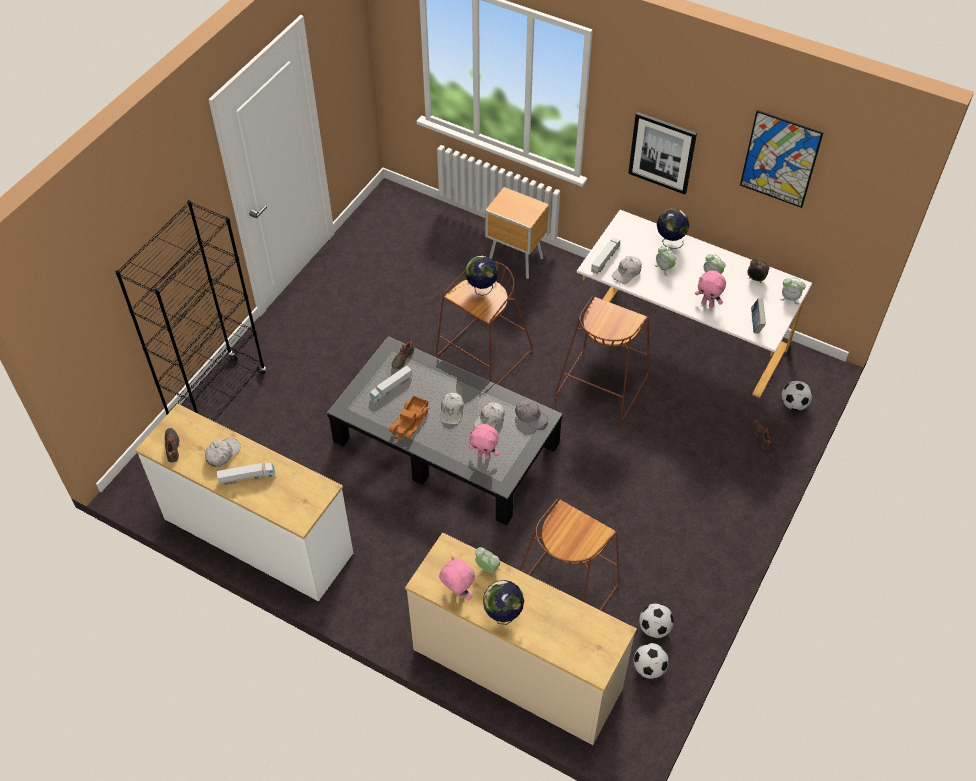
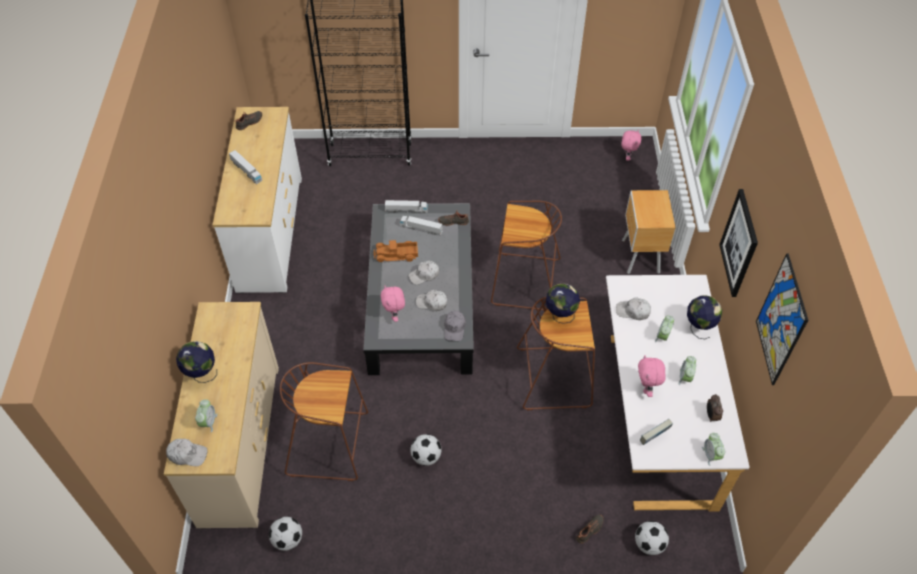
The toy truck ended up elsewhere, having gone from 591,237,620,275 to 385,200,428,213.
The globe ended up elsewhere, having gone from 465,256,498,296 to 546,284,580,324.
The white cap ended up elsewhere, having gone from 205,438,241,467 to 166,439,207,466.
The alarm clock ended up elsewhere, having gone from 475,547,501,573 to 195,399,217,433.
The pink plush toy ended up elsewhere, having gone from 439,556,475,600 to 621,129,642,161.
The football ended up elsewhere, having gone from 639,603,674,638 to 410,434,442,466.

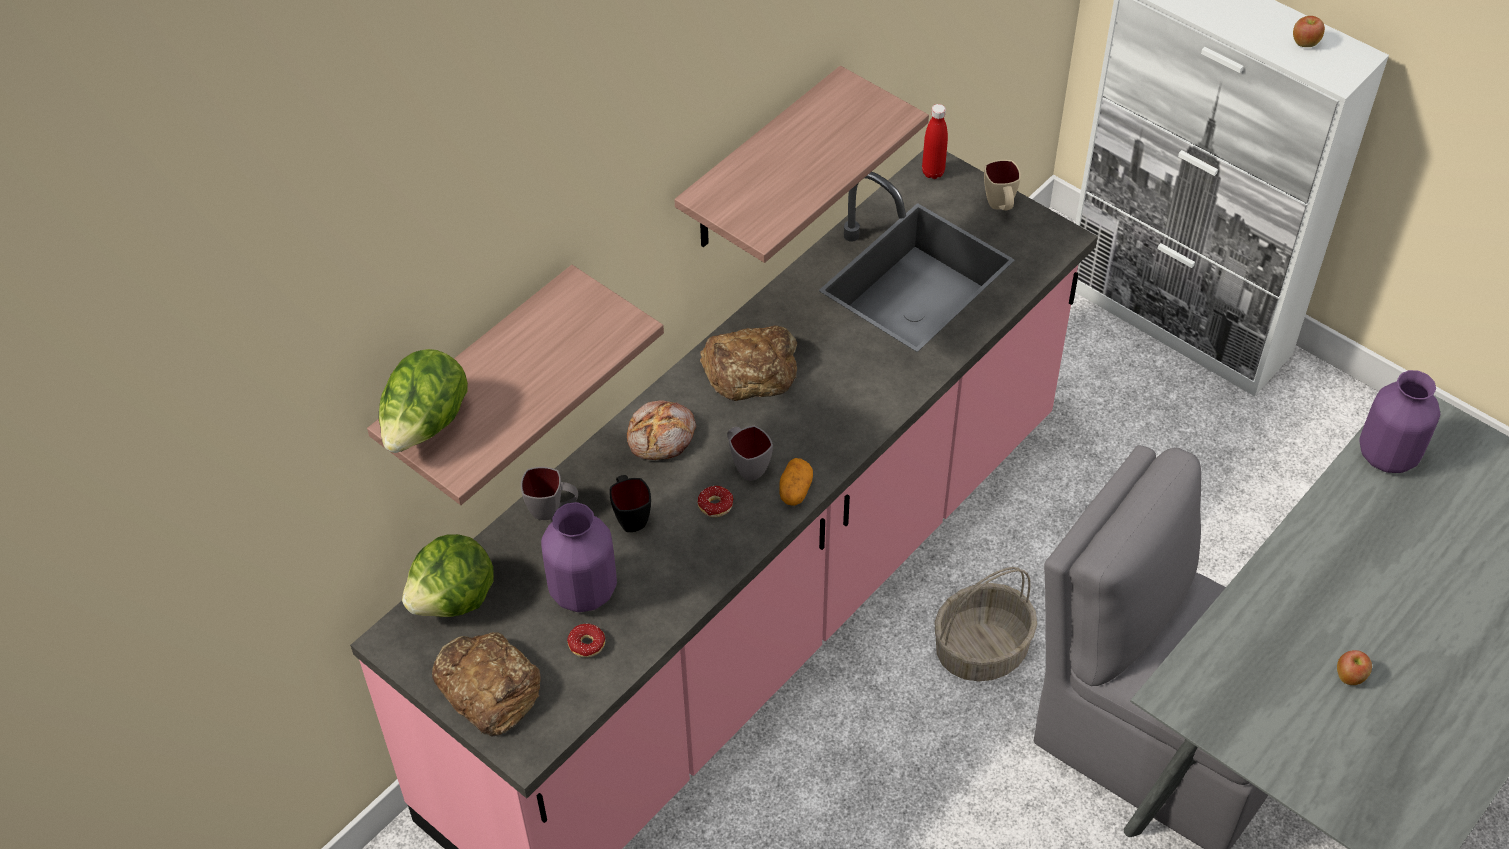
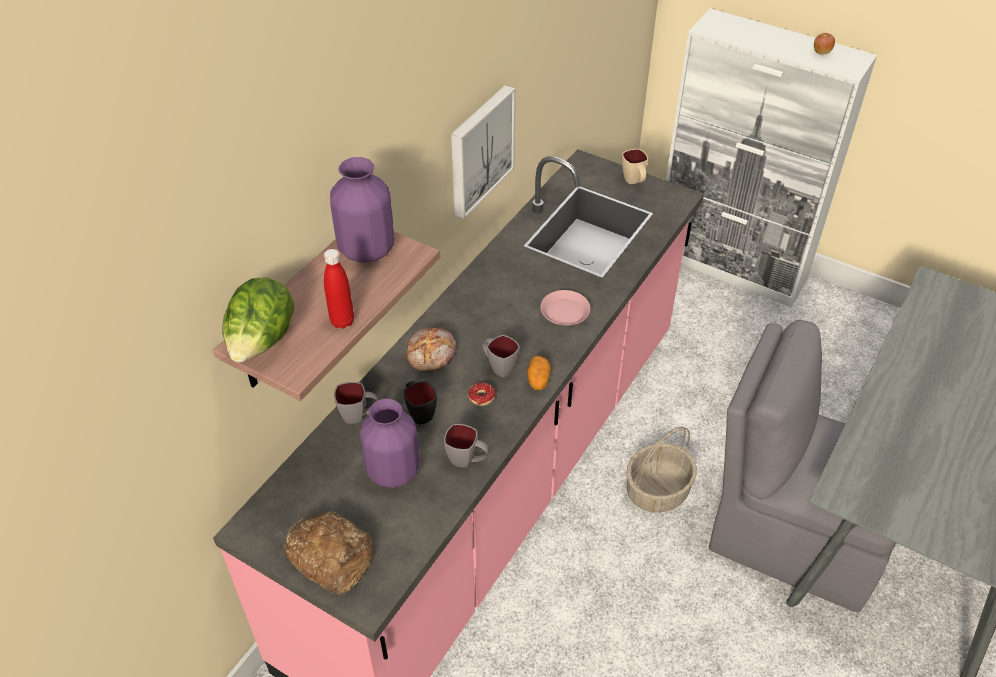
Where the shelf hung at 674,66,929,263, the picture came to hang at 451,85,515,219.
The red bottle ended up elsewhere, having gone from 922,104,948,179 to 324,249,354,329.
The second view lost the bread at 700,325,797,401.
The purple vase ended up elsewhere, having gone from 1359,370,1440,473 to 330,157,394,263.
The second view lost the lettuce at 402,534,494,617.
The second view lost the donut at 567,623,605,657.
The second view lost the apple at 1337,650,1372,685.
The second view gained the pink plate at 540,290,590,325.
The second view gained the grey mug at 444,424,489,468.

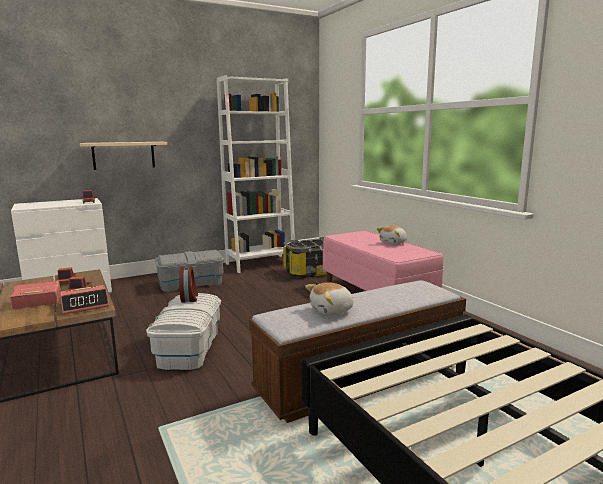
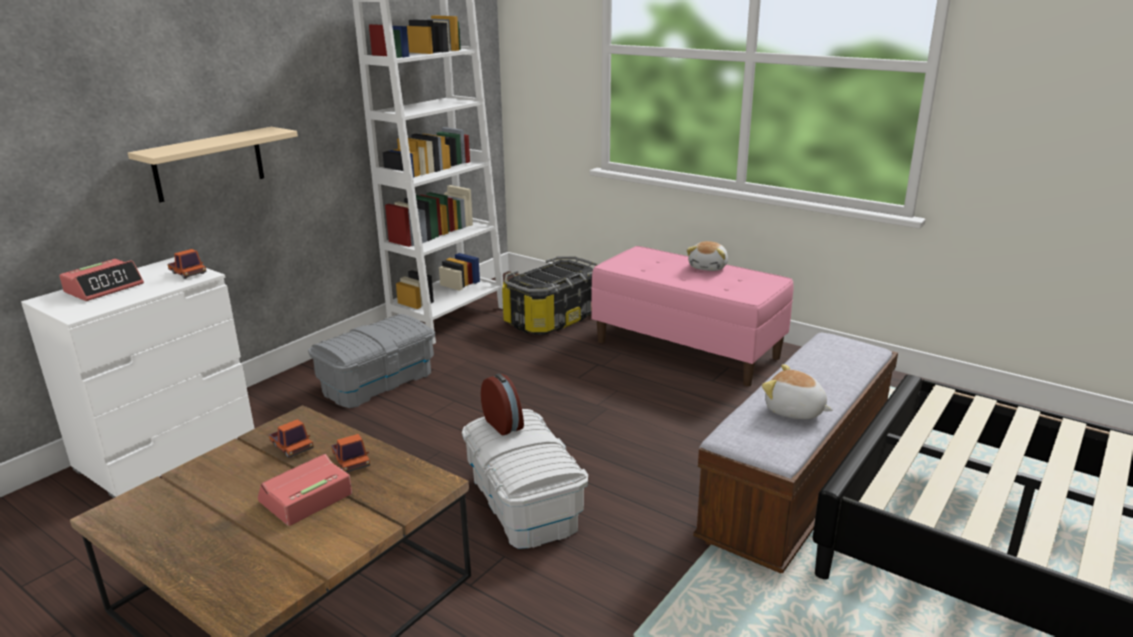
The plush toy at 305,282,354,315 ended up facing another way, 90 degrees clockwise from before.
The alarm clock ended up elsewhere, having gone from 60,285,109,314 to 59,259,144,301.

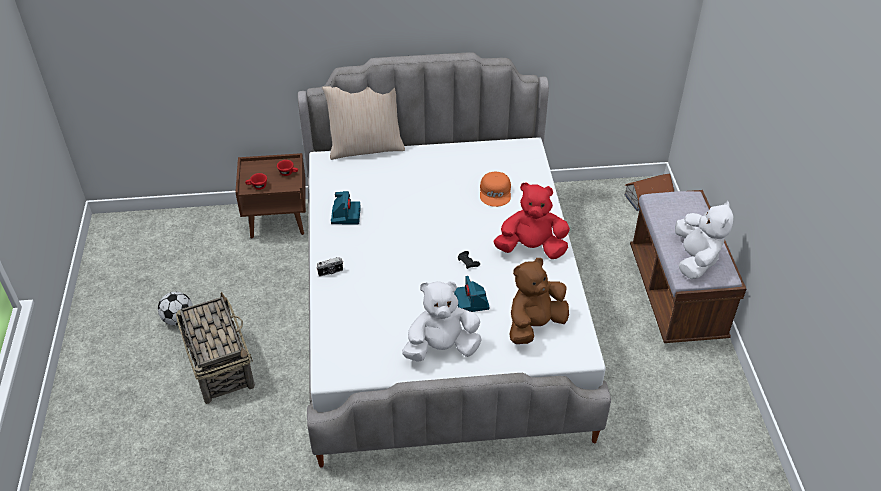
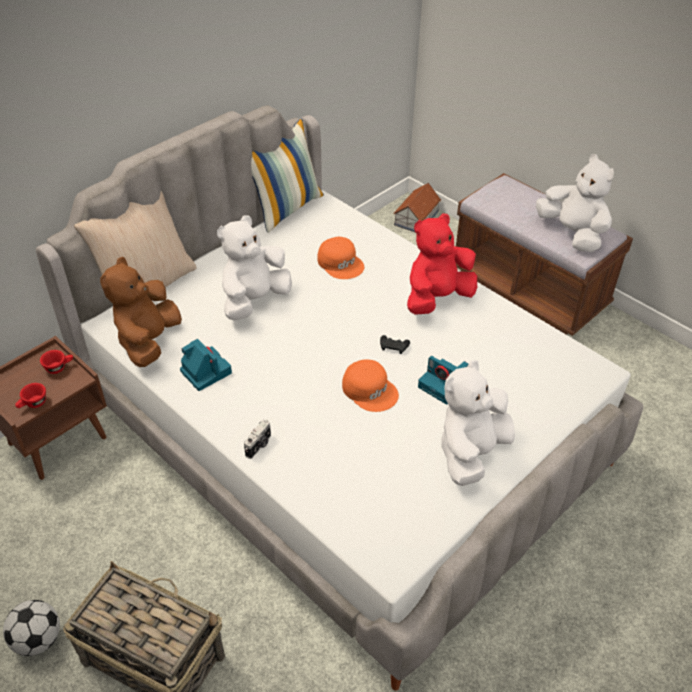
The brown plush toy ended up elsewhere, having gone from 509,258,569,344 to 100,257,182,367.
The second view gained the pillow at 251,118,324,233.
The second view gained the white plush toy at 217,215,292,320.
The second view gained the orange cap at 342,359,399,412.

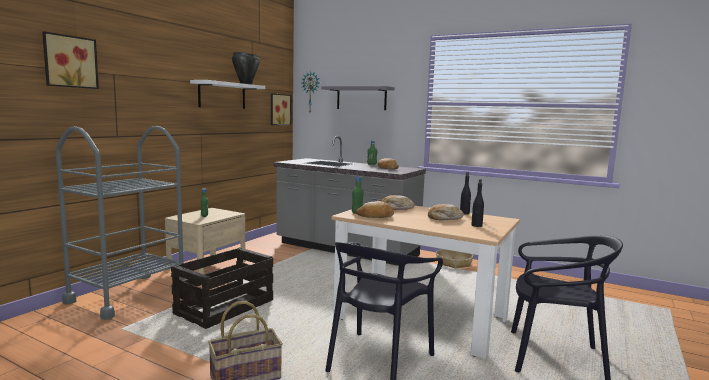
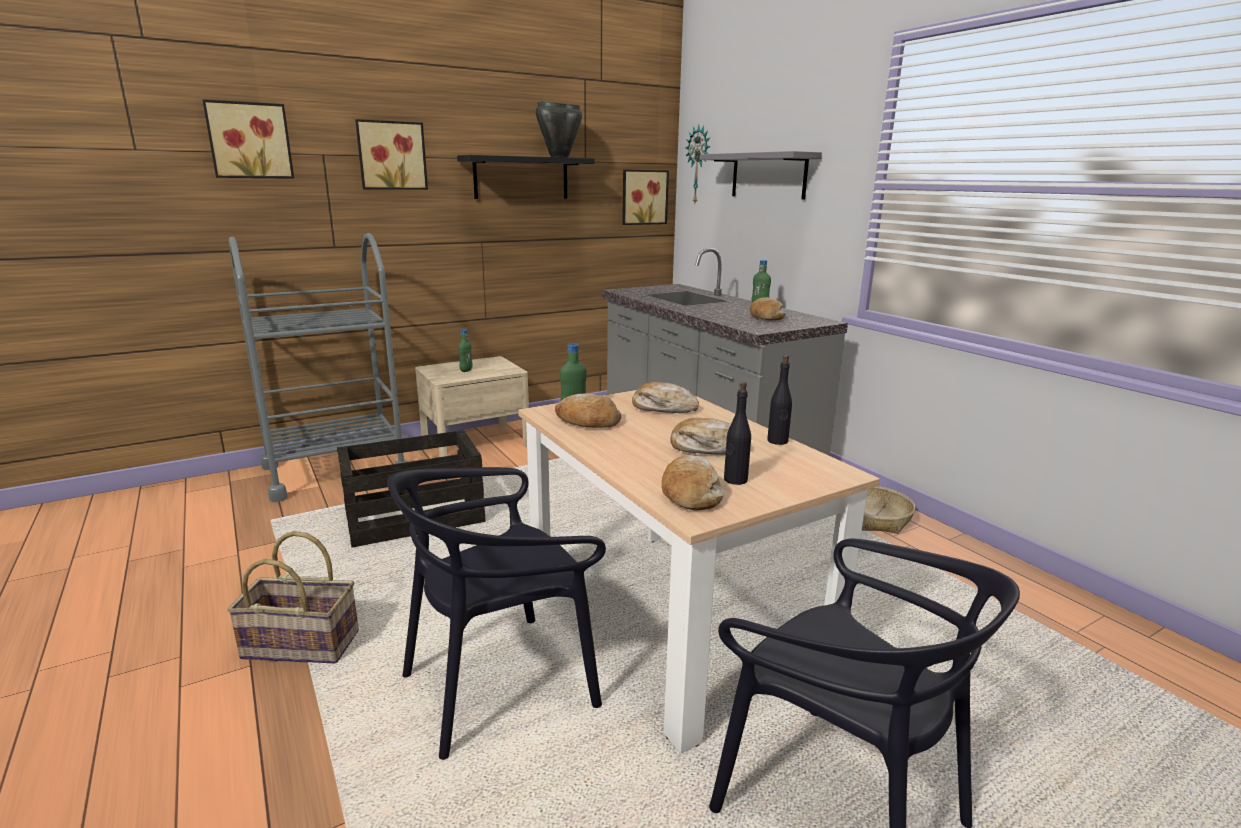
What was the white shelf at 190,80,265,109 turned into the black shelf at 457,155,595,199.
The second view gained the picture at 355,119,428,190.
The second view gained the bread at 662,455,724,511.

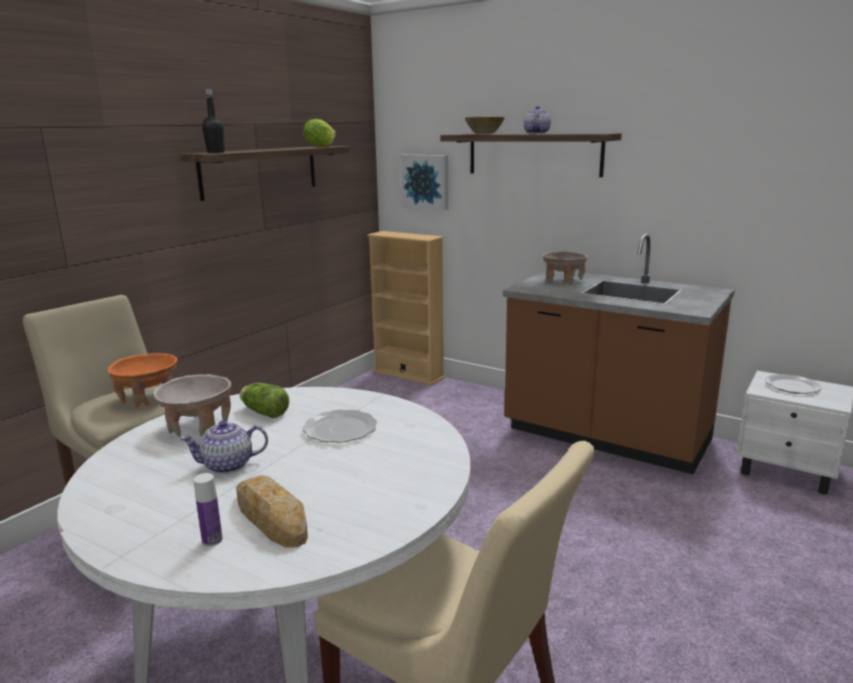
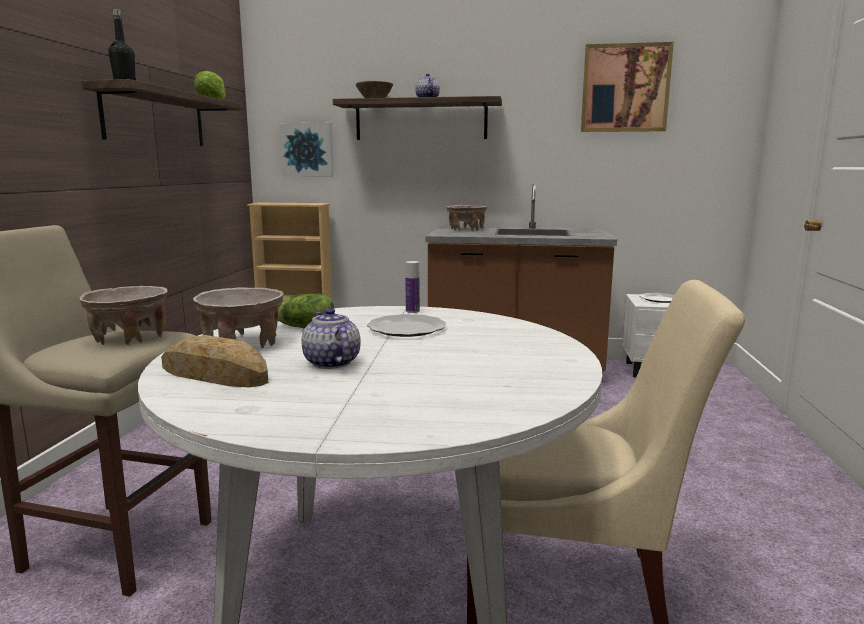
What was the orange bowl at 108,353,177,407 turned into the beige bowl at 79,286,168,345.
The teapot at 180,421,268,474 ended up facing another way, 105 degrees clockwise from before.
The bottle ended up elsewhere, having gone from 193,473,223,547 to 405,261,420,313.
The bread ended up elsewhere, having gone from 236,475,308,547 to 161,335,268,387.
The second view gained the picture at 581,42,674,132.

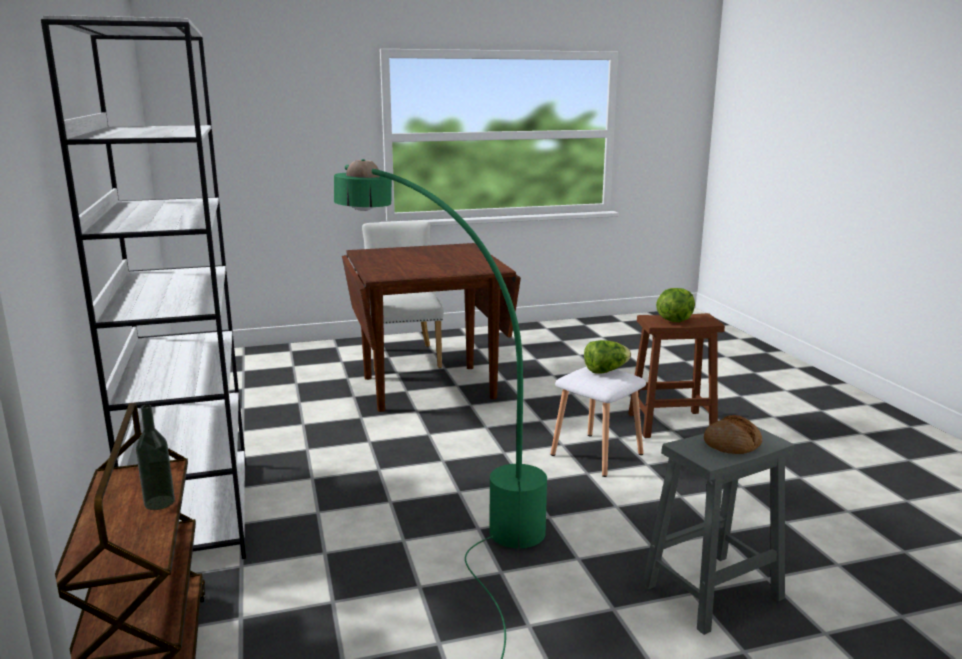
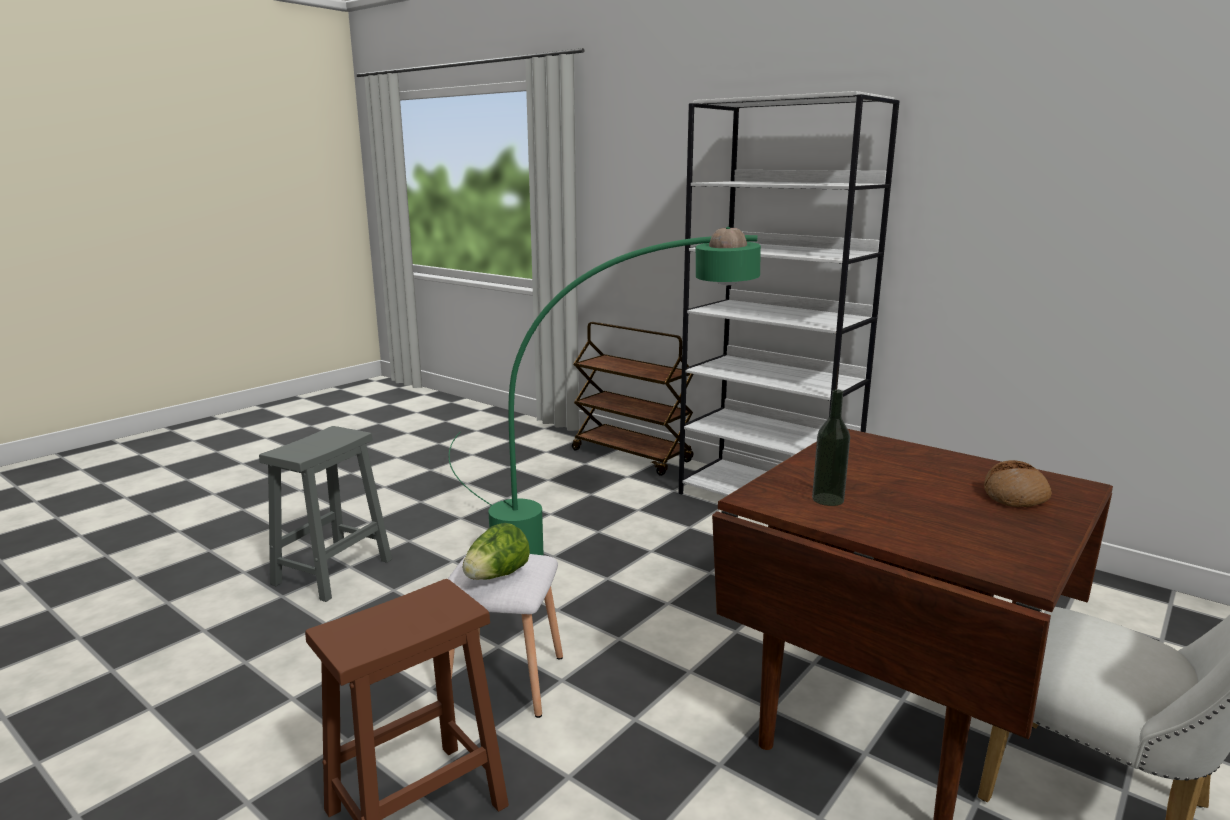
The second view lost the lettuce at 656,288,695,322.
The bottle ended up elsewhere, having gone from 136,404,175,510 to 812,389,850,506.
The bread ended up elsewhere, having gone from 704,415,763,454 to 984,460,1052,507.

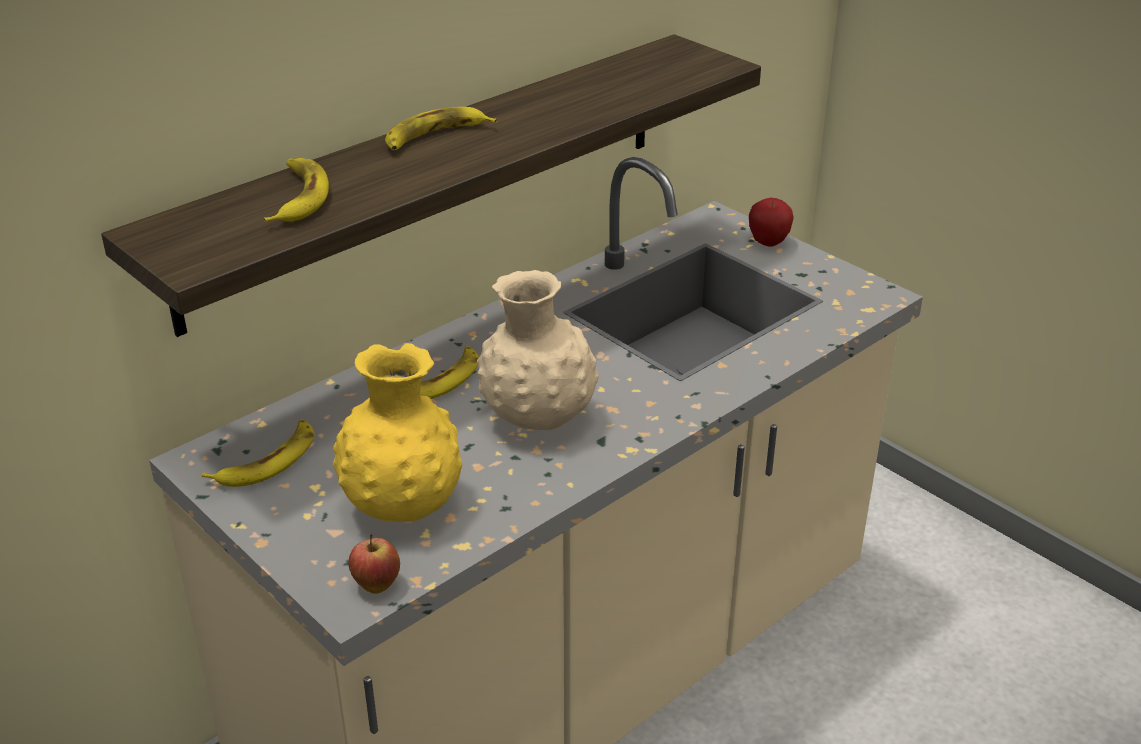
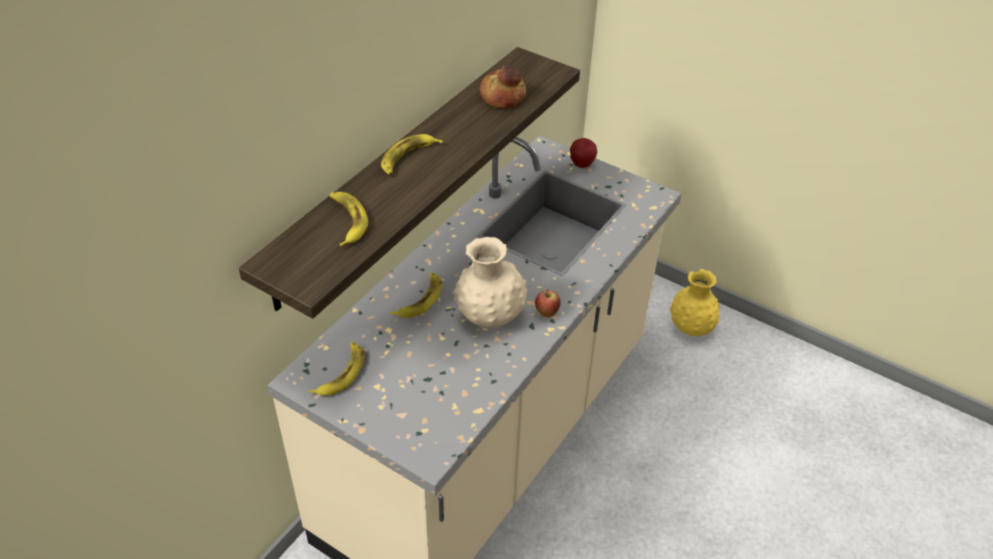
The yellow vase ended up elsewhere, having gone from 333,343,463,522 to 670,269,720,336.
The apple ended up elsewhere, having gone from 349,534,400,594 to 535,289,561,318.
The second view gained the bread at 480,65,526,109.

